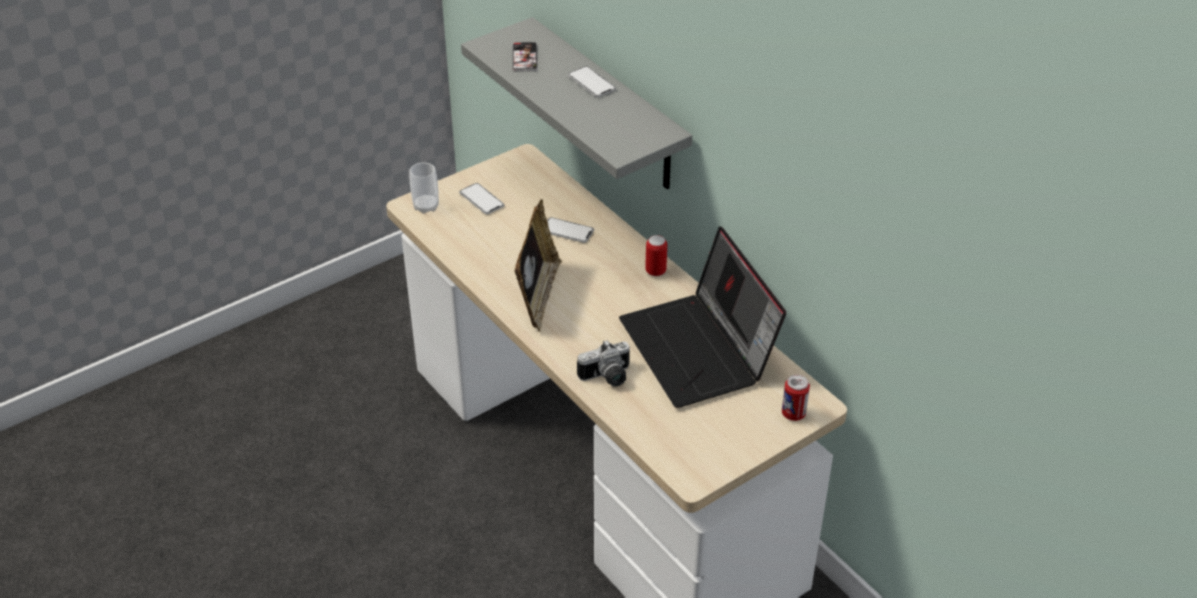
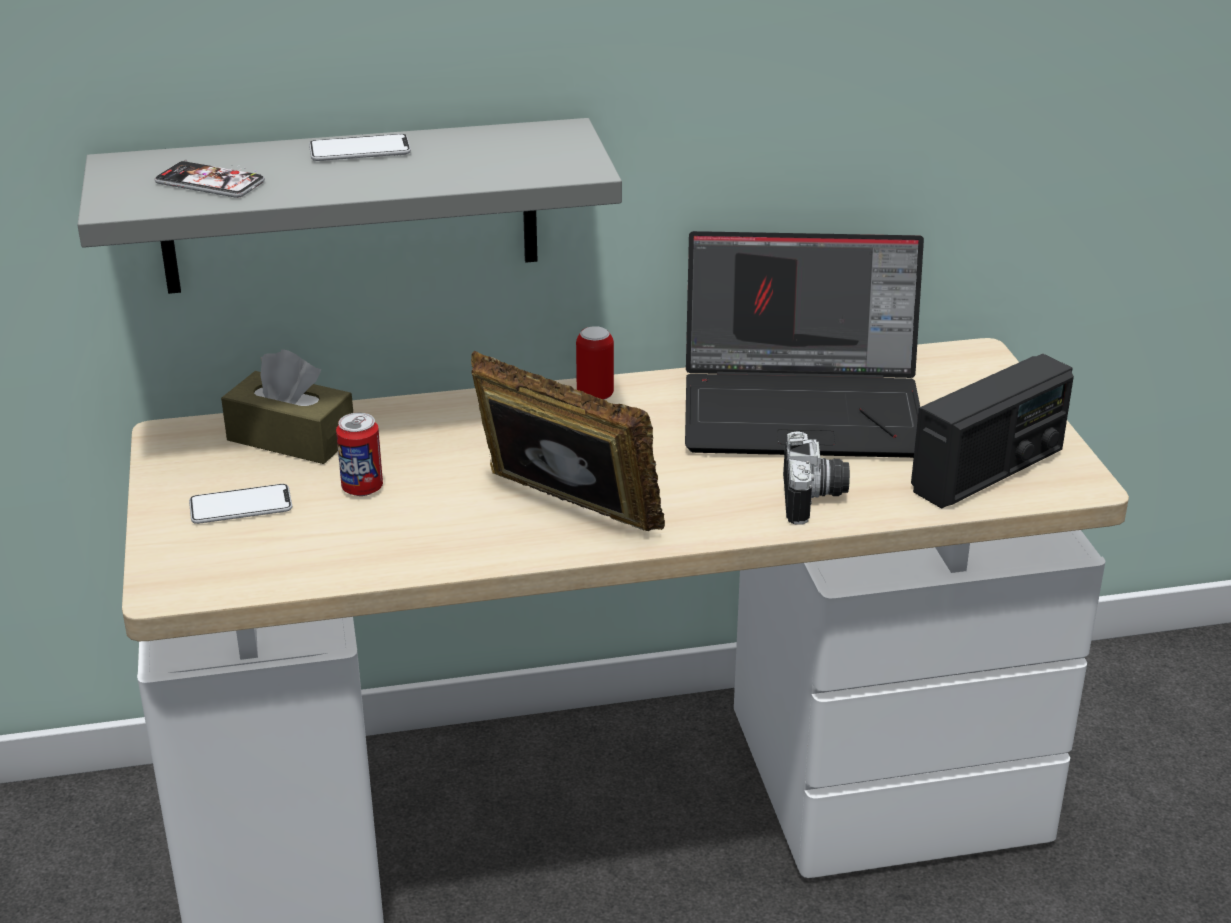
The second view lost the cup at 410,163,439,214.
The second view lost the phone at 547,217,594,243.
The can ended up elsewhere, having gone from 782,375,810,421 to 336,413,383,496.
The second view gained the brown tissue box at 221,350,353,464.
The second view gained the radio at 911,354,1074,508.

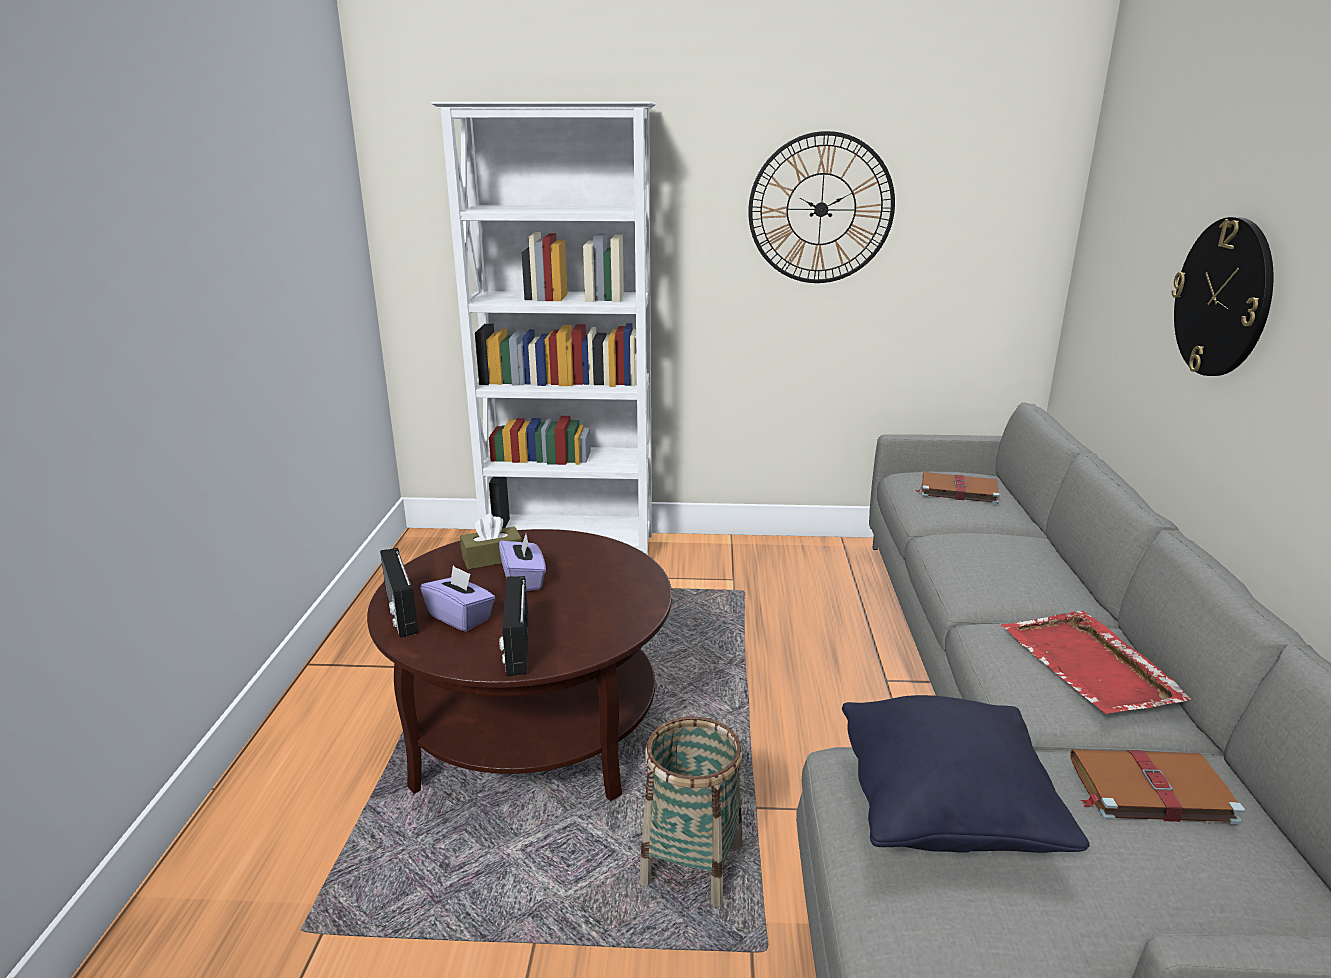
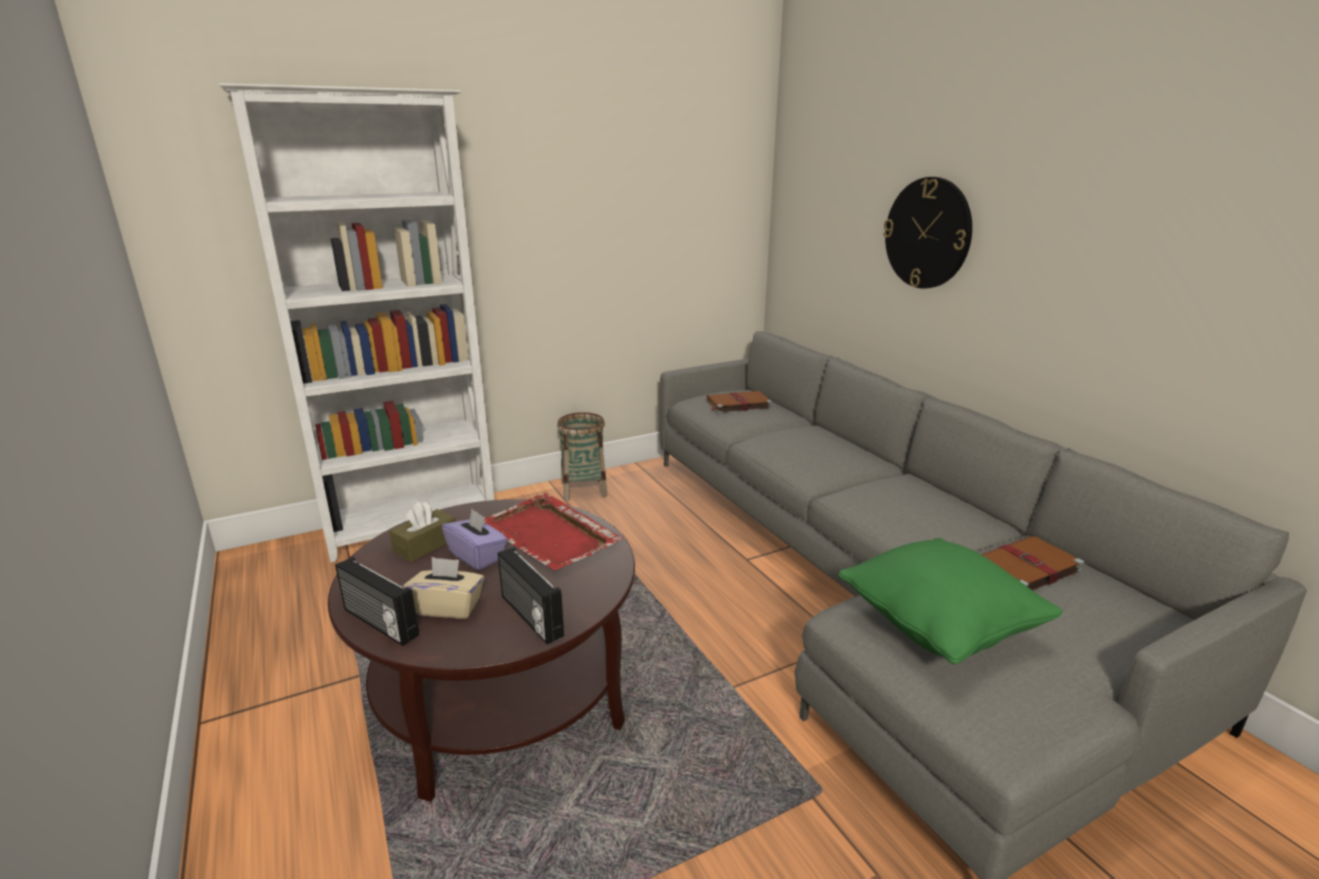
The second view lost the wall clock at 748,131,895,283.
What was the purple tissue box at 420,566,495,632 turned into the beige tissue box at 403,557,484,619.
The red tray ended up elsewhere, having gone from 1001,611,1191,714 to 484,493,623,571.
What was the black pillow at 842,695,1090,853 turned into the green pillow at 838,538,1063,664.
The basket ended up elsewhere, having gone from 639,717,743,907 to 557,412,607,501.

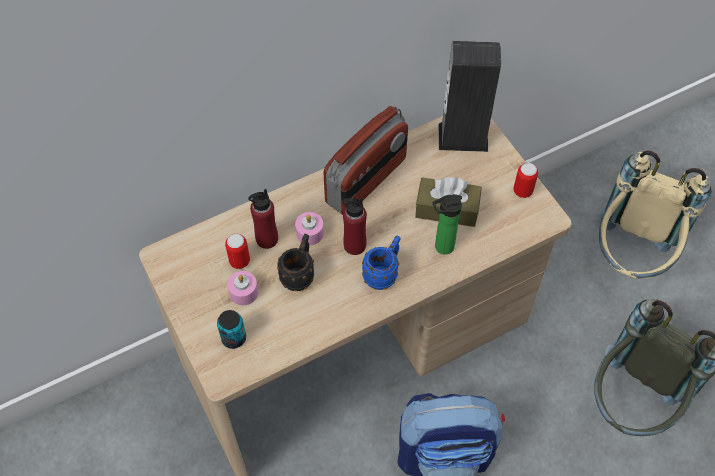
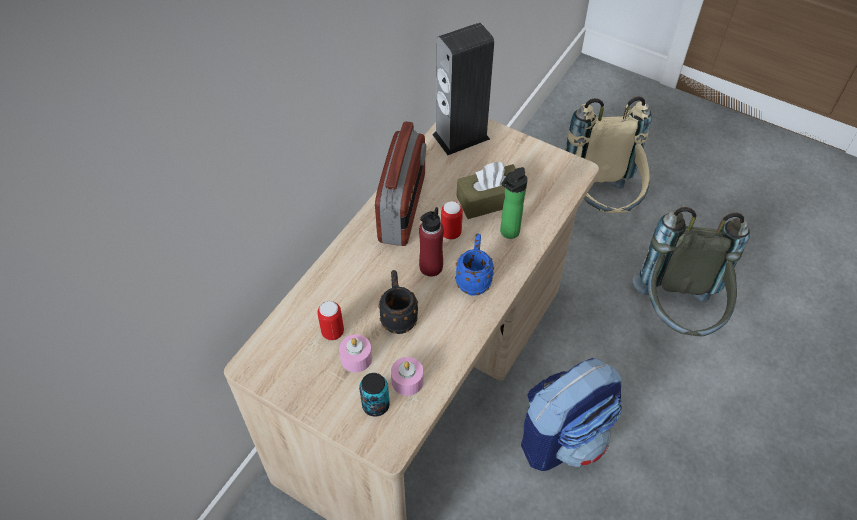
The can ended up elsewhere, having gone from 513,163,538,198 to 441,201,463,240.
The second view lost the red bottle at 248,189,278,249.
The pink candle ended up elsewhere, having gone from 295,212,324,245 to 391,357,424,396.

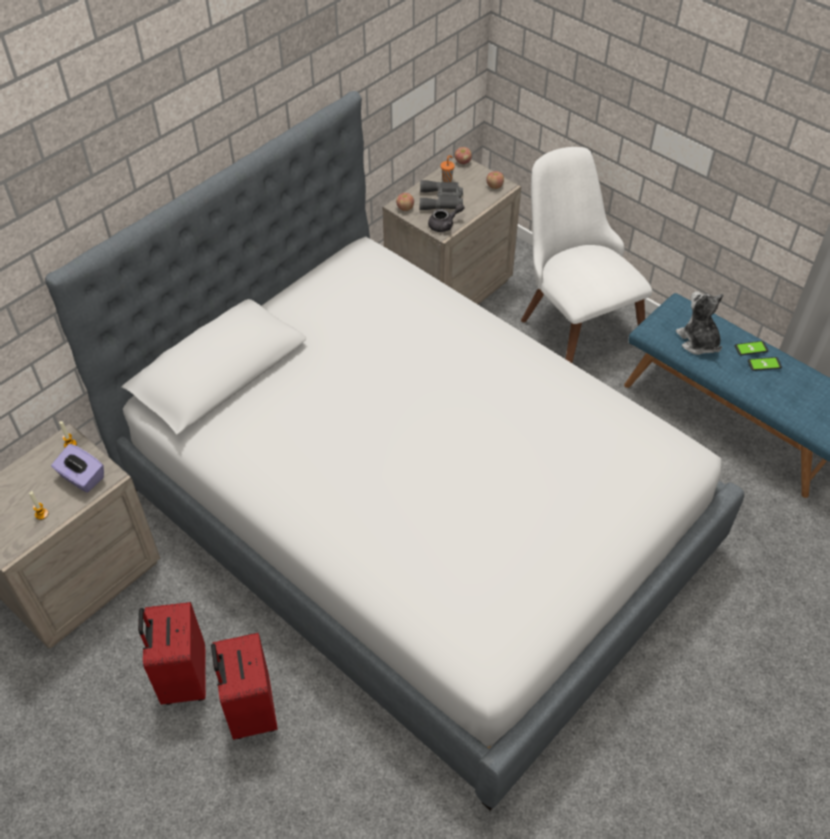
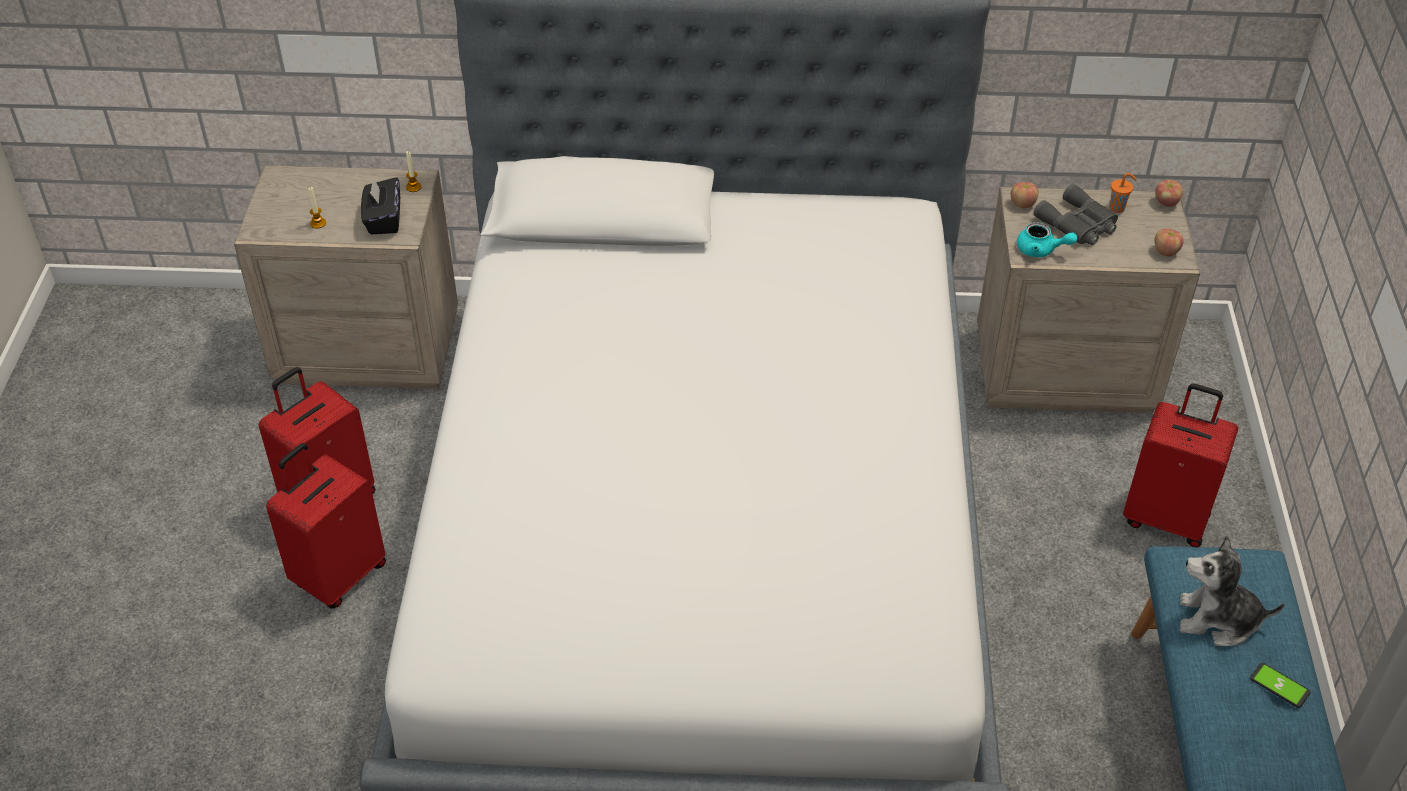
Where the white chair stood at 521,147,652,363, the red suitcase came to stand at 1123,384,1238,548.
What was the grey teapot at 428,203,464,232 turned into the turquoise teapot at 1017,222,1077,257.
The plush toy at 676,291,724,355 ended up facing another way, 105 degrees counterclockwise from before.
The second view lost the phone at 748,357,782,371.
What was the purple tissue box at 51,444,104,493 turned into the black tissue box at 361,177,400,234.

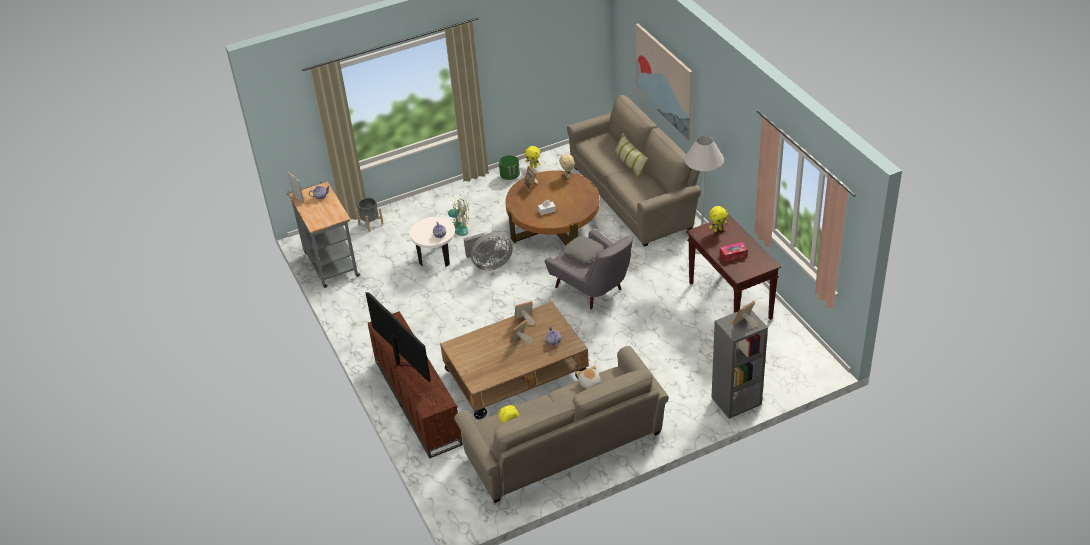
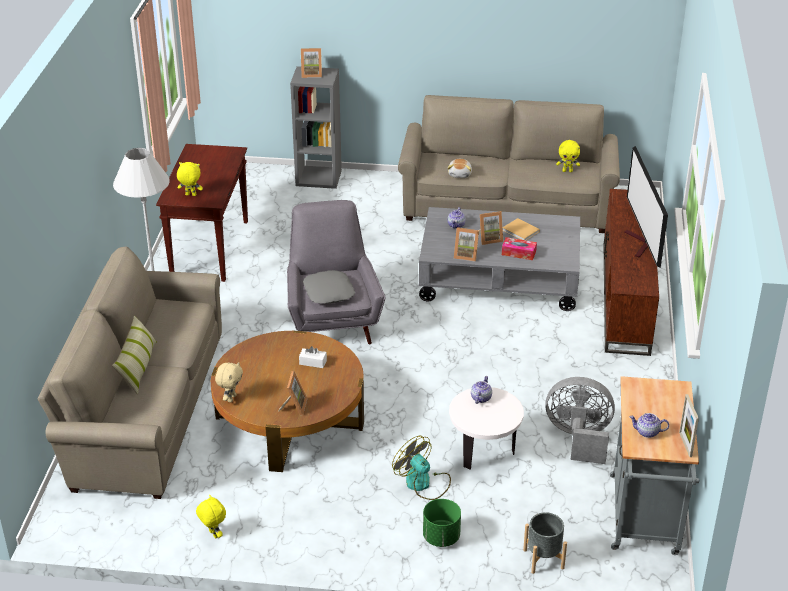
The second view lost the picture at 636,24,692,140.
The green planter ended up elsewhere, having gone from 499,155,520,180 to 423,499,461,547.
The grey fan ended up elsewhere, having gone from 464,232,513,271 to 545,377,615,464.
The tissue box ended up elsewhere, having gone from 720,242,748,262 to 502,237,537,260.
What was the brown coffee table at 440,302,589,419 turned into the grey coffee table at 419,207,580,311.
The second view gained the beige book at 503,218,540,240.

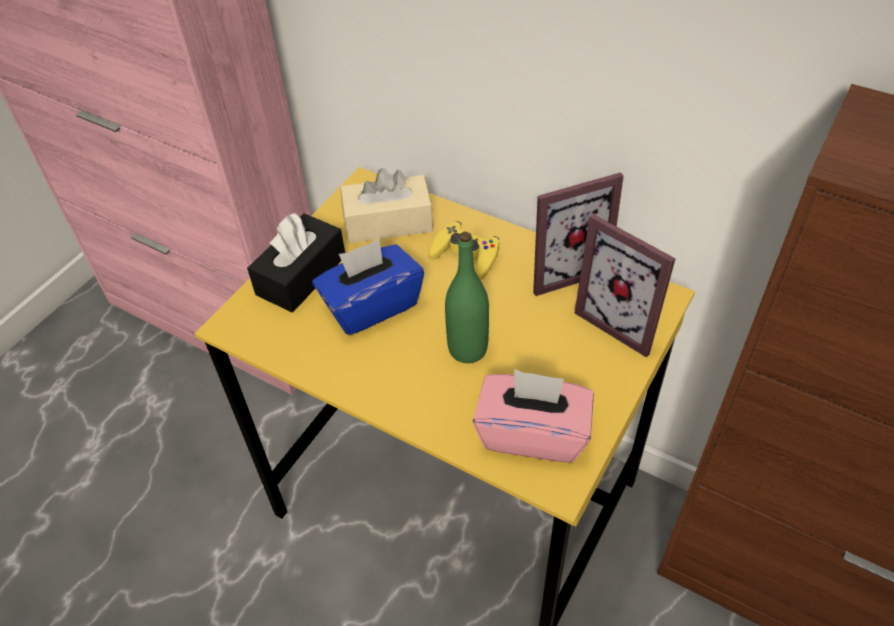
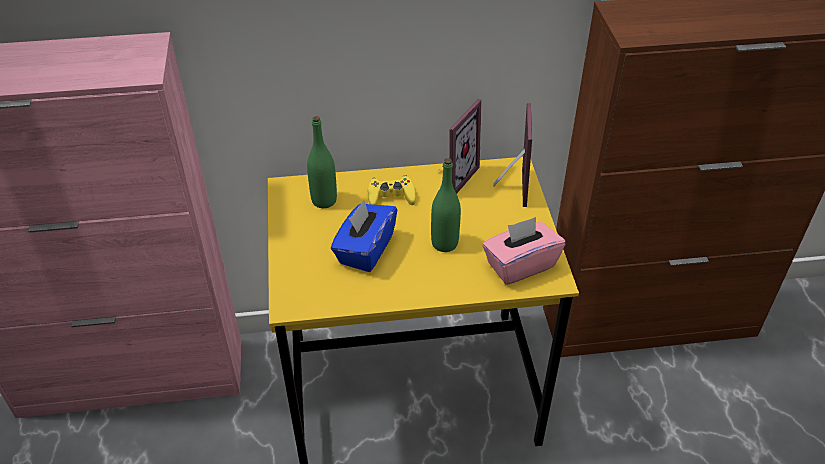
Where the beige tissue box stood at 340,168,433,243, the green bottle came to stand at 307,116,337,208.
The second view lost the black tissue box at 247,213,345,312.
The picture frame at 575,214,675,357 ended up facing another way, 90 degrees counterclockwise from before.

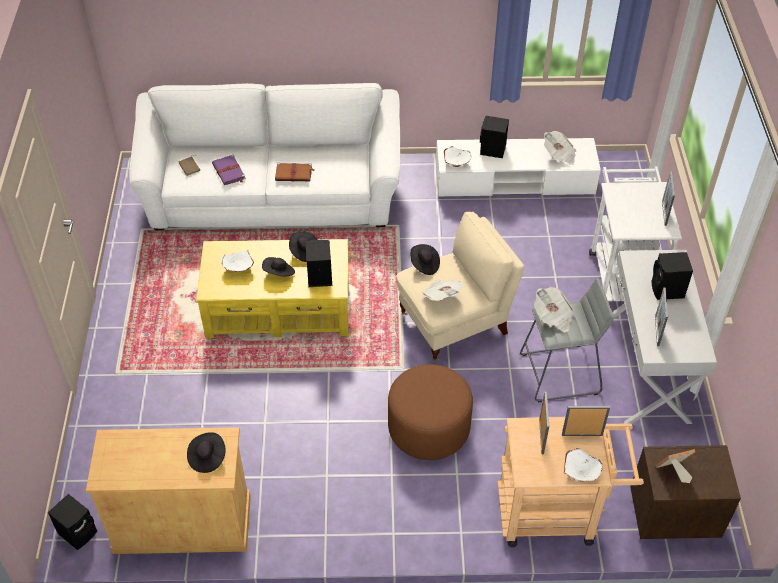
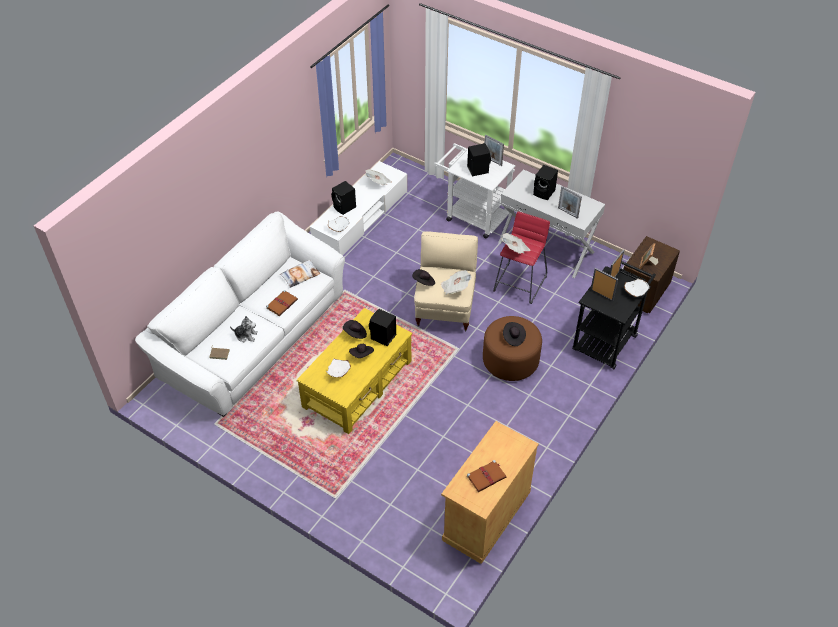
Where the purple book stood at 212,155,246,185, the plush toy came to stand at 230,316,258,342.
What was the grey stool at 520,278,614,402 turned into the red stool at 493,211,550,304.
What was the beige cart at 498,417,644,547 turned into the black cart at 572,261,656,369.
The black hat ended up elsewhere, having gone from 187,432,226,473 to 503,322,526,346.
The black speaker ended up elsewhere, having gone from 48,494,97,550 to 467,143,491,176.
The second view gained the pillow at 280,260,320,288.
The second view gained the brown book at 467,460,506,492.

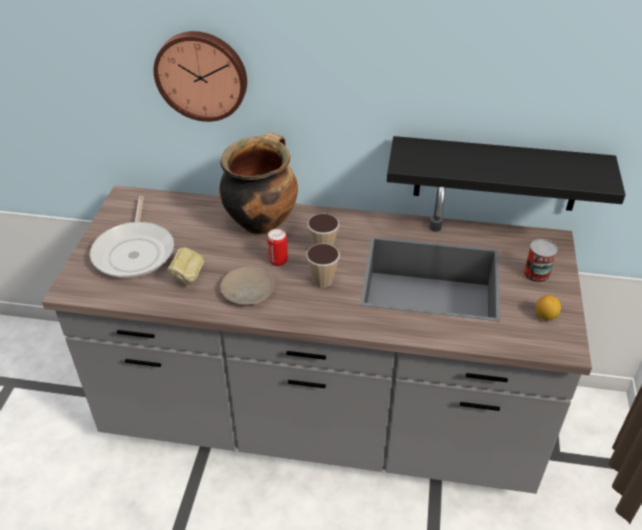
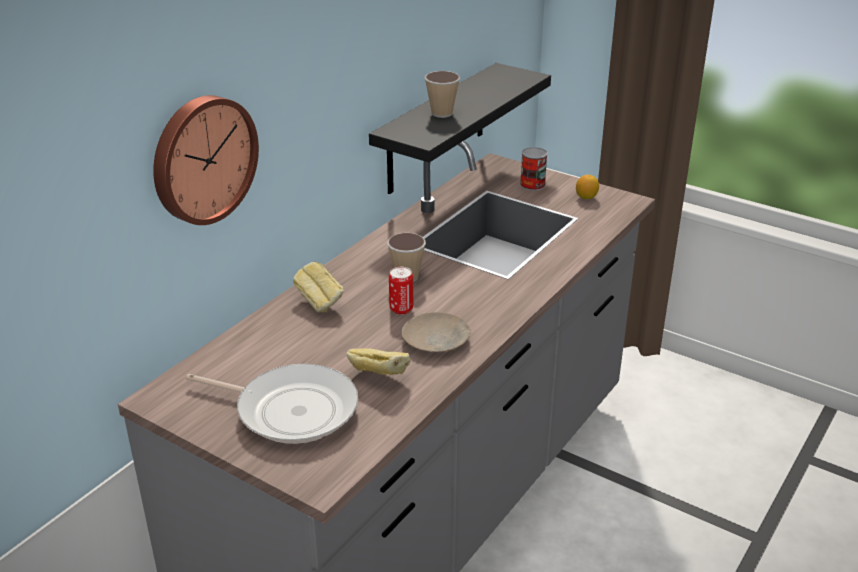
Where the cooking pot stood at 219,132,298,234, the bread came to stand at 293,261,344,312.
The cup ended up elsewhere, having gone from 306,243,340,288 to 425,71,460,118.

